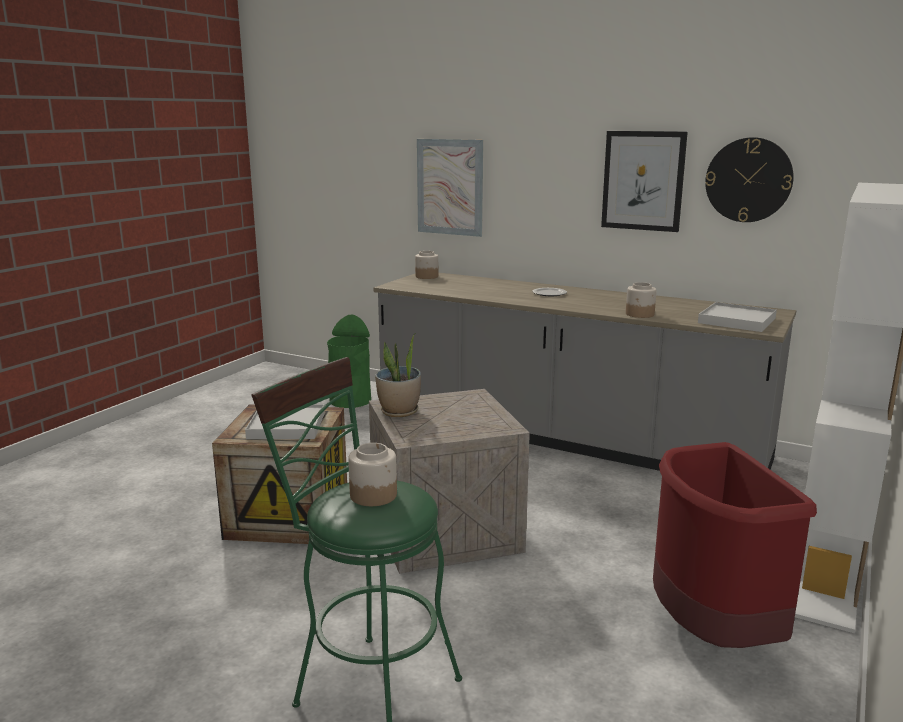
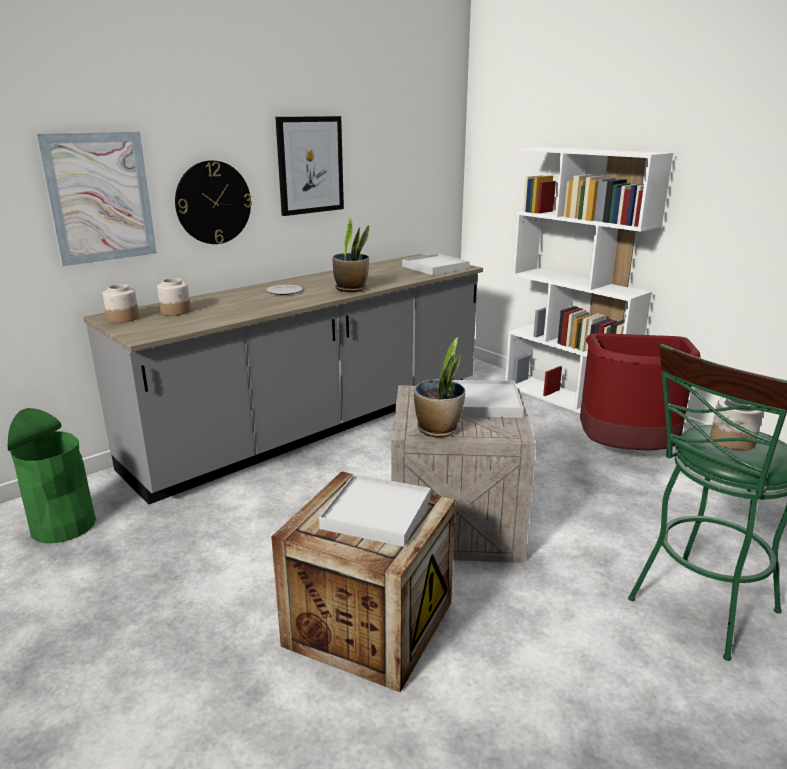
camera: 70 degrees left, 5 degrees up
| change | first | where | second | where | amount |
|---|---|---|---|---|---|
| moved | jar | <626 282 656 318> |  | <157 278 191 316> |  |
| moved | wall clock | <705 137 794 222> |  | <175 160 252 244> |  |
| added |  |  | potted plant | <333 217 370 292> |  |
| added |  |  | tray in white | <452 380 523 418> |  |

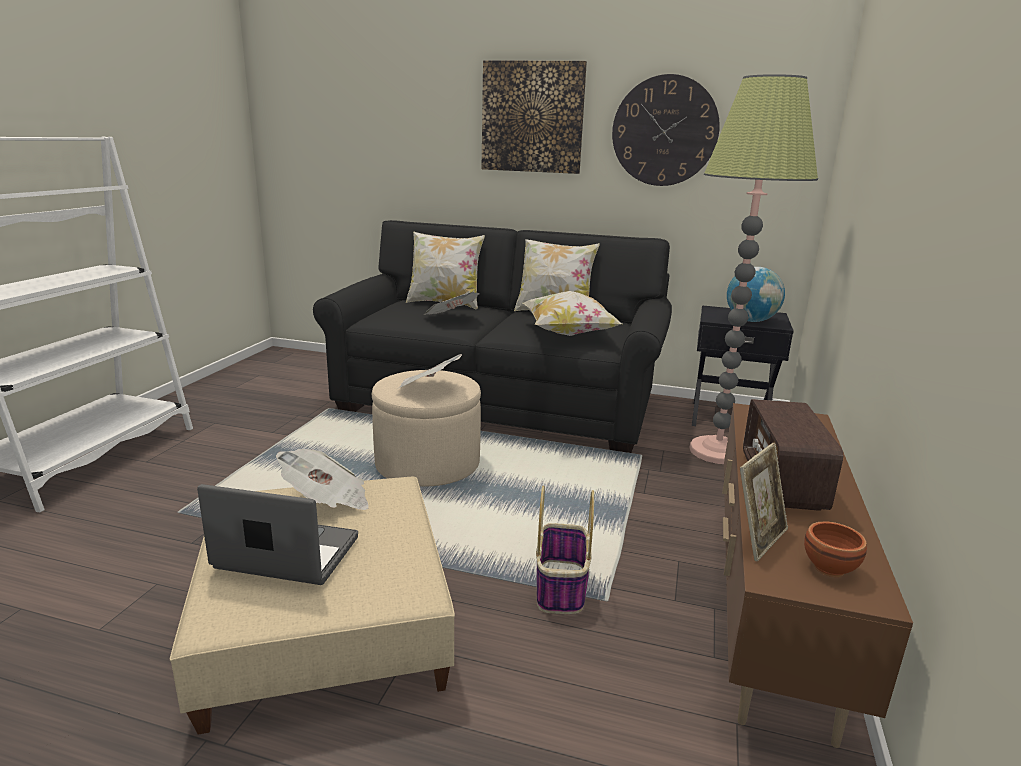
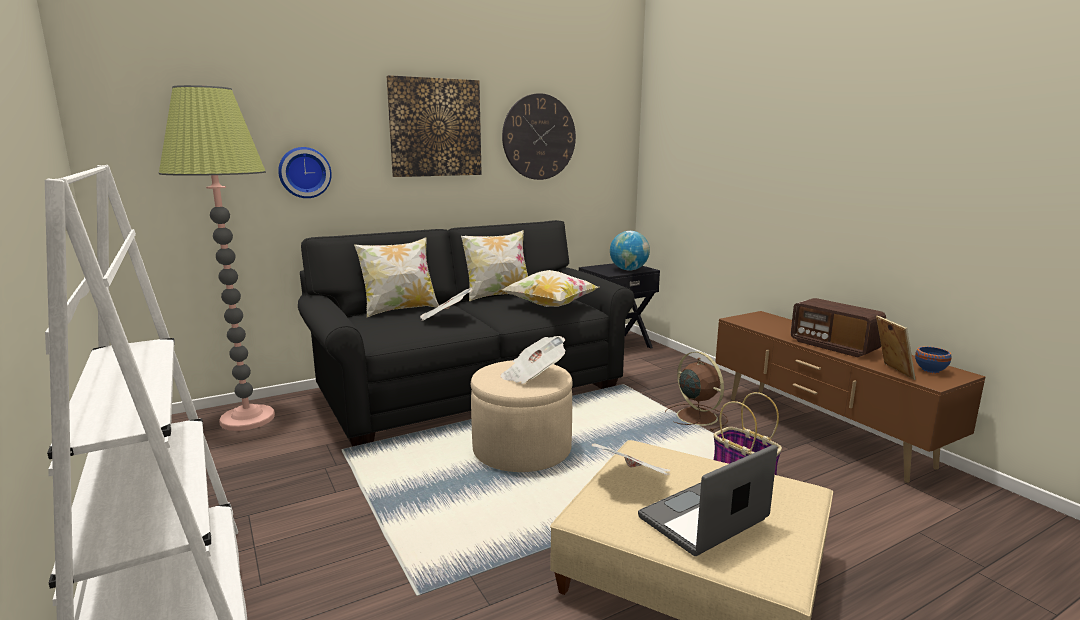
camera: 45 degrees left, 5 degrees down
| change | first | where | second | where | amount |
|---|---|---|---|---|---|
| moved | floor lamp | <690 74 818 464> |  | <159 85 275 431> |  |
| added |  |  | wall clock | <278 147 332 198> |  |
| added |  |  | fan in brown | <665 351 728 431> |  |
| recoloured | bowl in brown | <804 521 867 577> | bowl in blue | <915 346 952 374> |  |

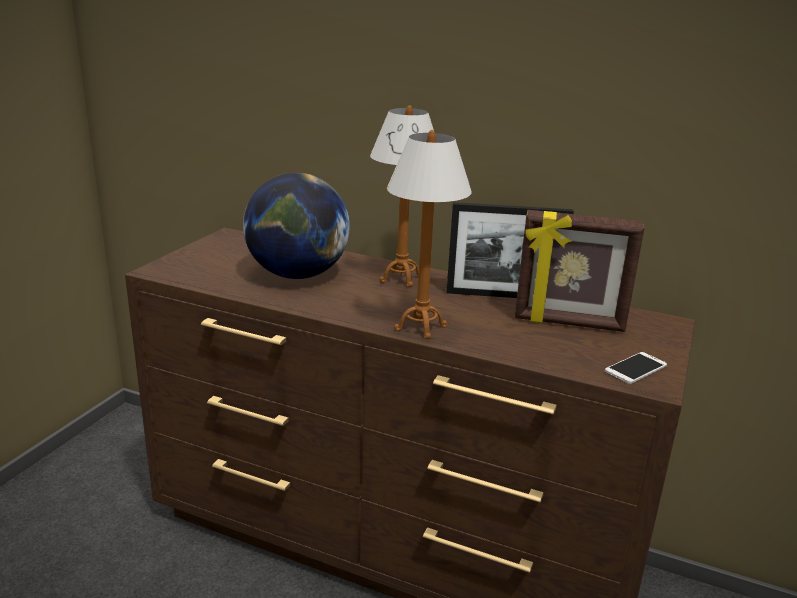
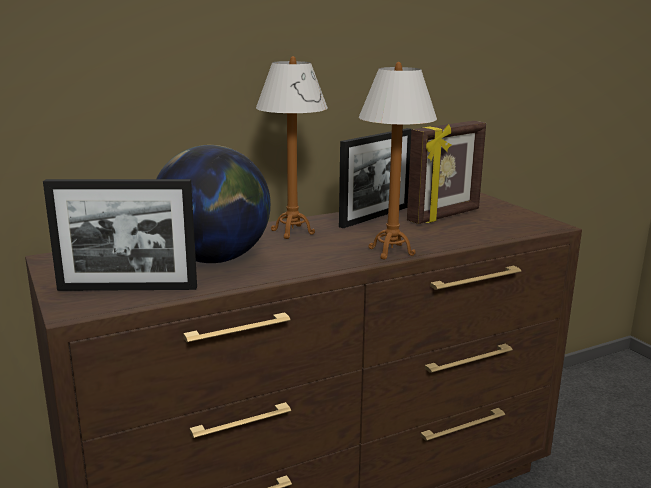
camera: 50 degrees left, 5 degrees down
| change | first | where | second | where | amount |
|---|---|---|---|---|---|
| added |  |  | picture frame | <43 179 197 291> |  |
| removed | phone | <605 352 667 384> |  |  |  |

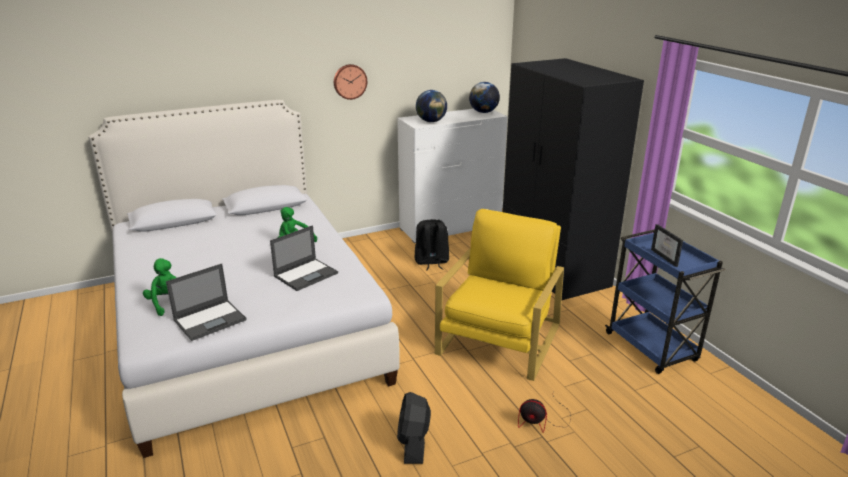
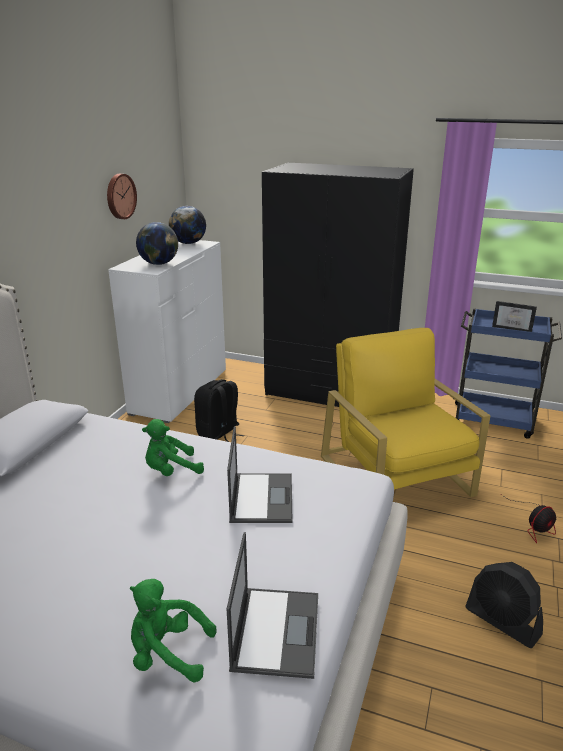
camera: 45 degrees left, 0 degrees up
| change | first | where | second | where | amount |
|---|---|---|---|---|---|
| moved | wall clock | <334 64 367 100> |  | <107 174 137 219> |  |

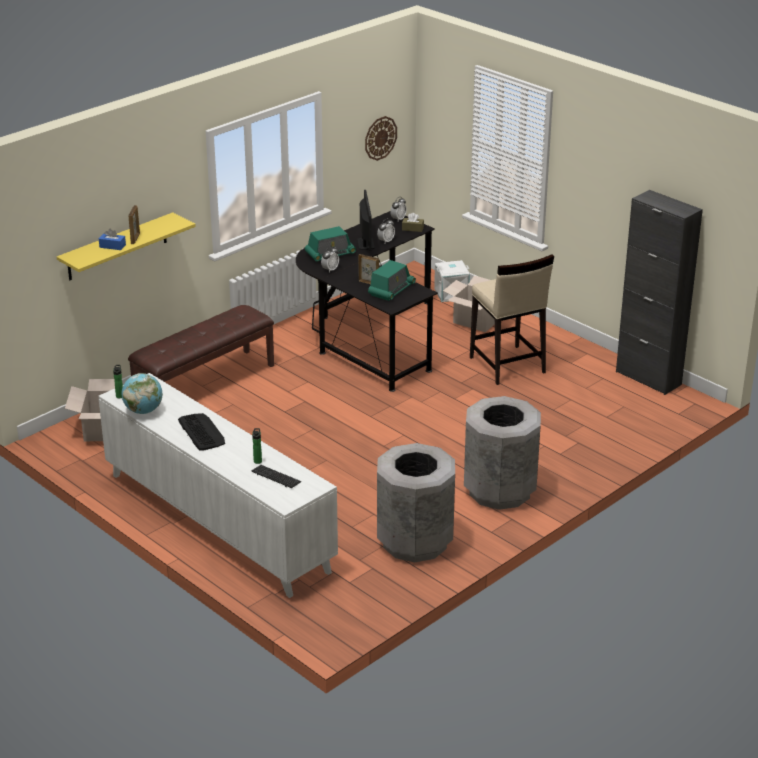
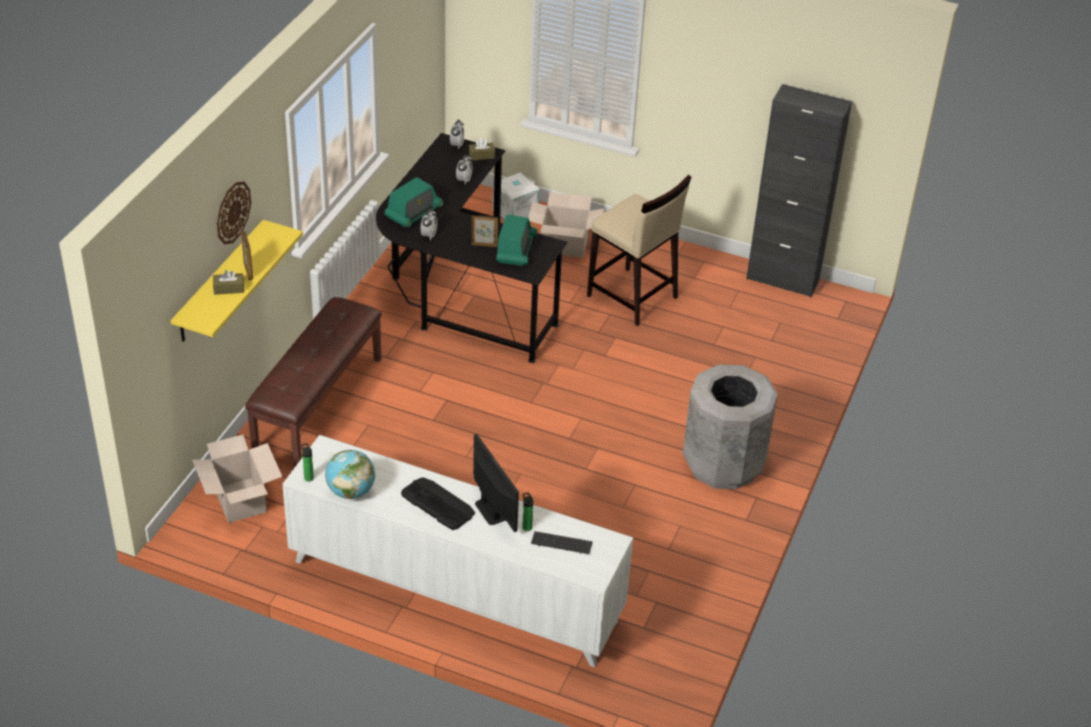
camera: 25 degrees left, 10 degrees up
| change | first | where | second | where | amount |
|---|---|---|---|---|---|
| recoloured | tissue box in blue | <99 229 126 250> | tissue box in brown | <213 270 244 295> |  |
| moved | wall clock | <365 116 397 161> |  | <217 181 251 244> |  |
| moved | monitor | <357 190 375 251> |  | <473 434 519 532> |  |
| removed | trash can in grey | <377 443 455 562> |  |  |  |

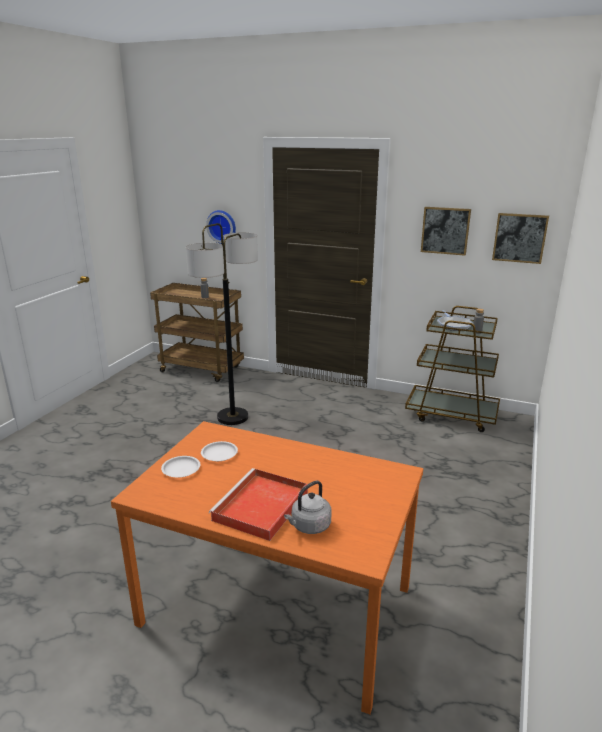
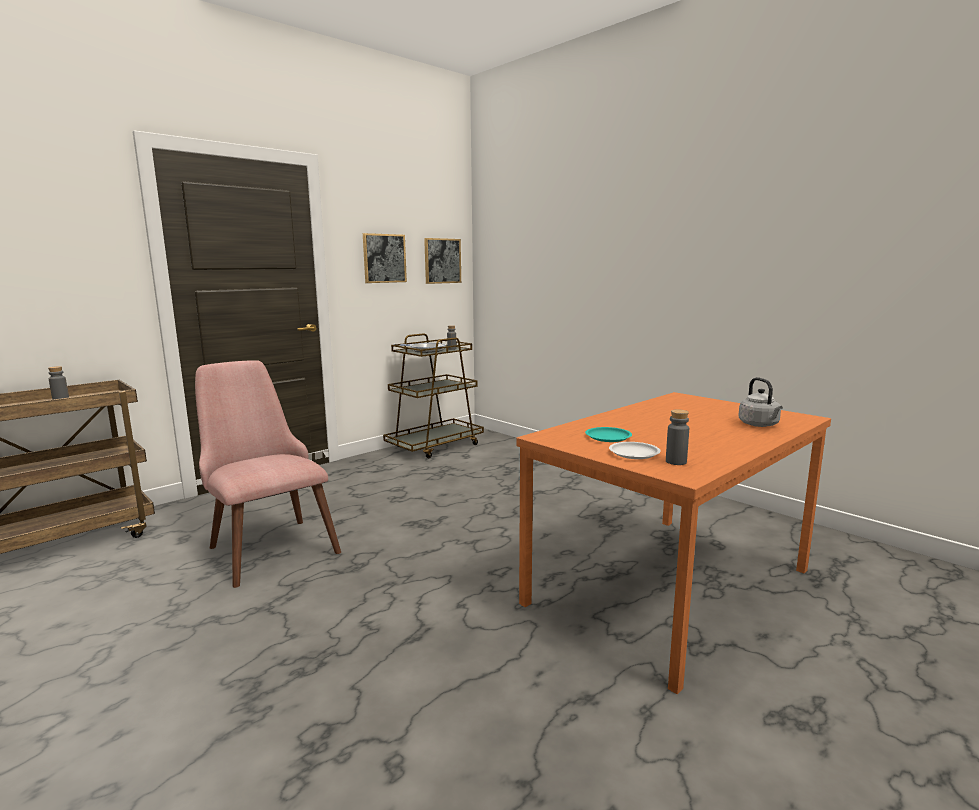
camera: 65 degrees left, 10 degrees down
| change | first | where | second | where | amount |
|---|---|---|---|---|---|
| replaced | floor lamp | <186 223 258 425> | chair in pink | <195 360 341 588> |  |
| recoloured | plate in white | <201 441 238 461> | plate in turquoise | <585 427 632 442> |  |
| added |  |  | bottle in grey | <666 409 689 465> |  |
| removed | wall clock | <206 210 236 244> |  |  |  |
| removed | tray in red | <209 468 308 541> |  |  |  |

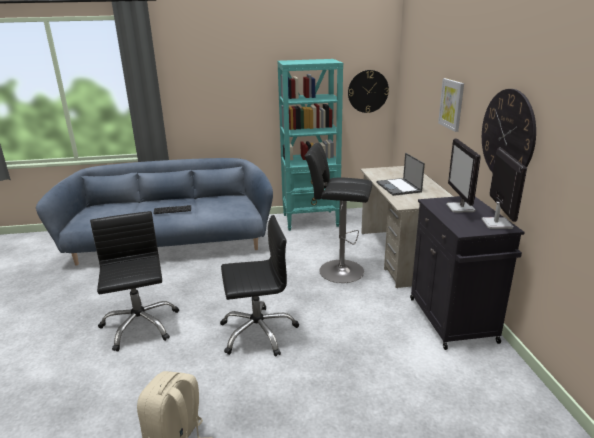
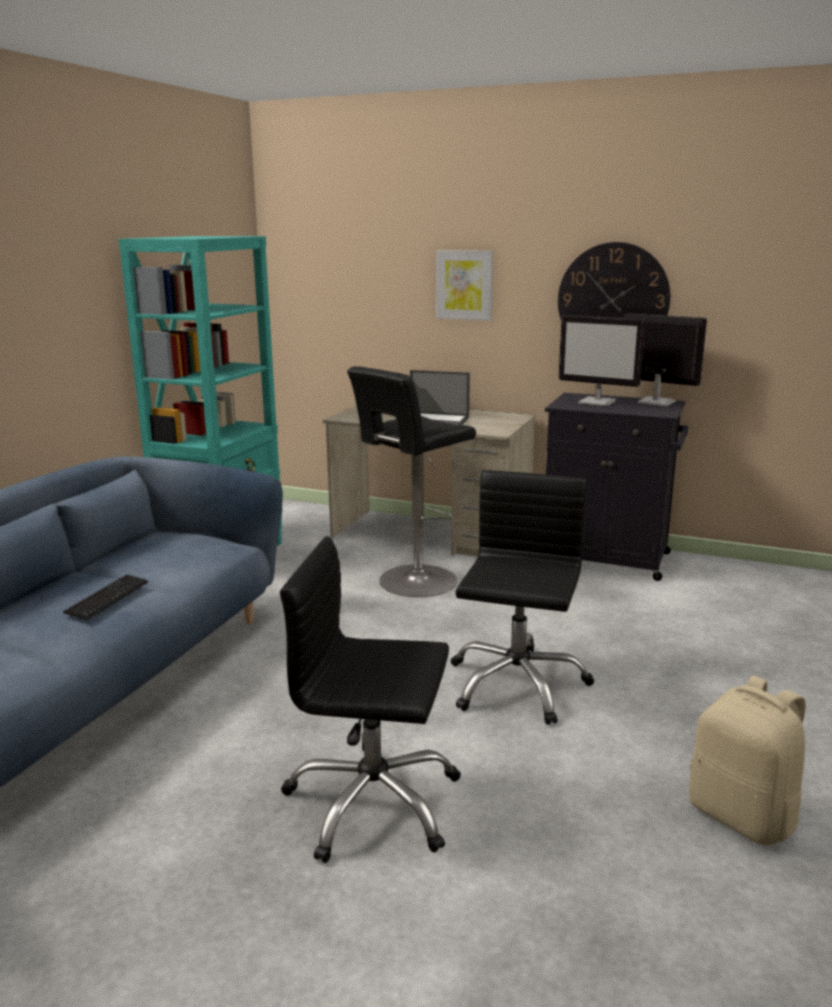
camera: 60 degrees left, 5 degrees down
| change | first | where | second | where | amount |
|---|---|---|---|---|---|
| removed | wall clock | <348 70 389 113> |  |  |  |

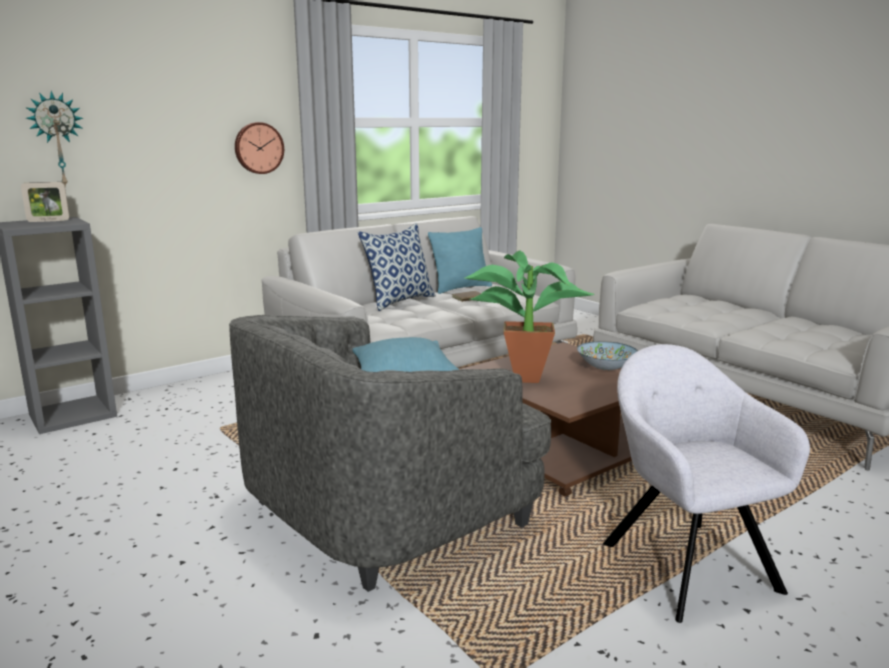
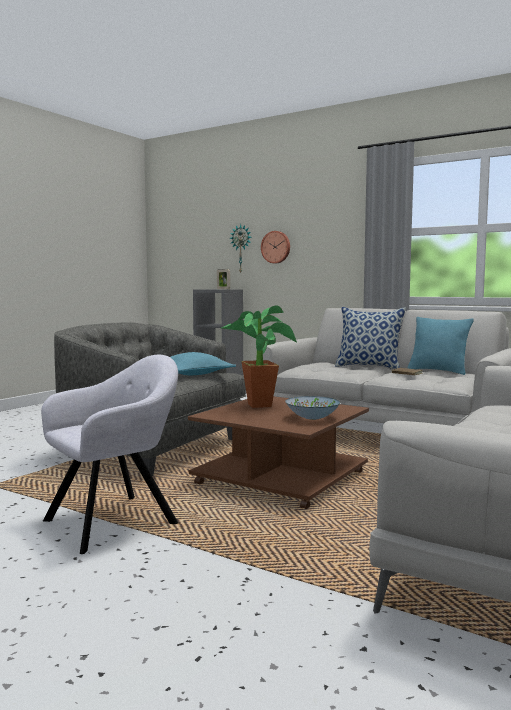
camera: 70 degrees right, 10 degrees down
| change | first | where | second | where | amount |
|---|---|---|---|---|---|
| moved | wall clock | <235 122 284 174> |  | <261 231 290 264> |  |

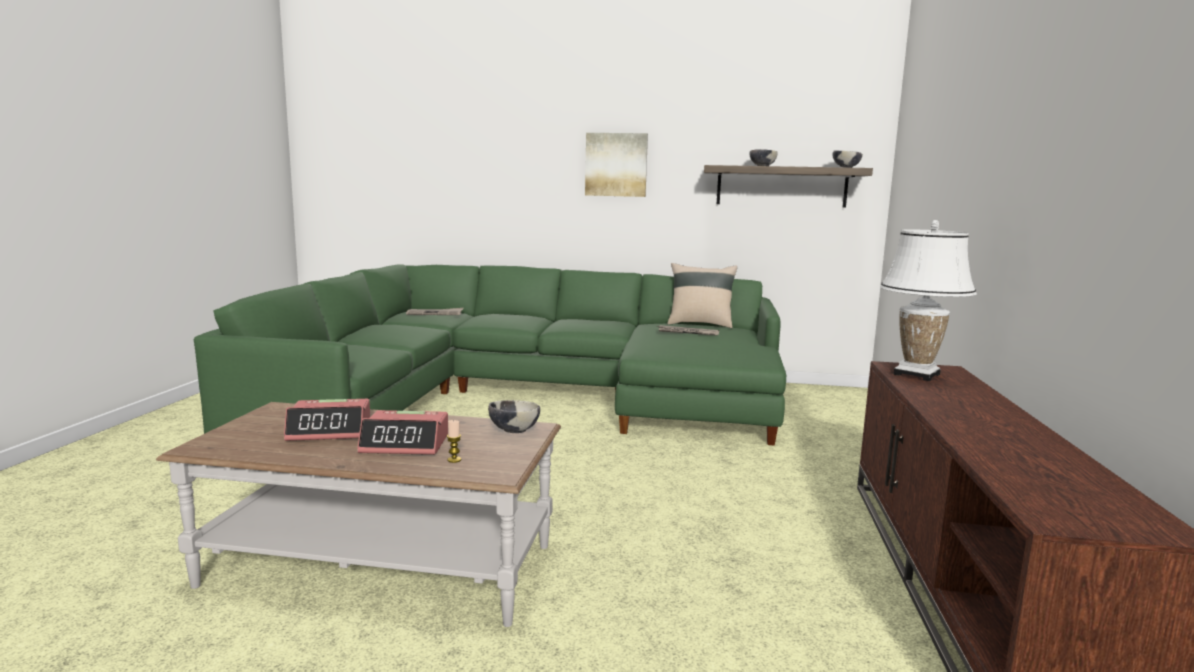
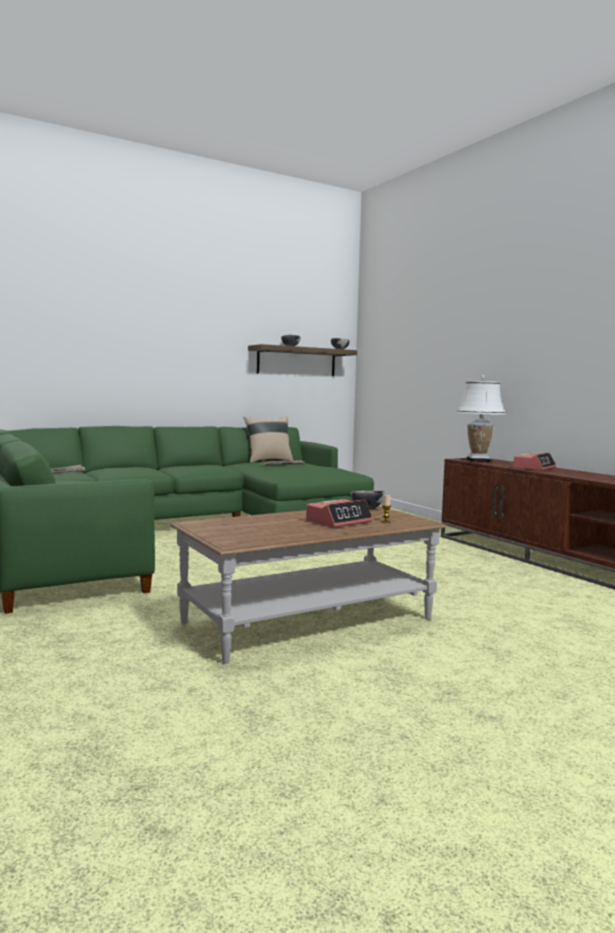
camera: 40 degrees left, 5 degrees down
| change | first | where | second | where | amount |
|---|---|---|---|---|---|
| moved | alarm clock | <284 399 370 441> |  | <513 452 556 470> |  |
| removed | picture | <585 133 648 197> |  |  |  |

